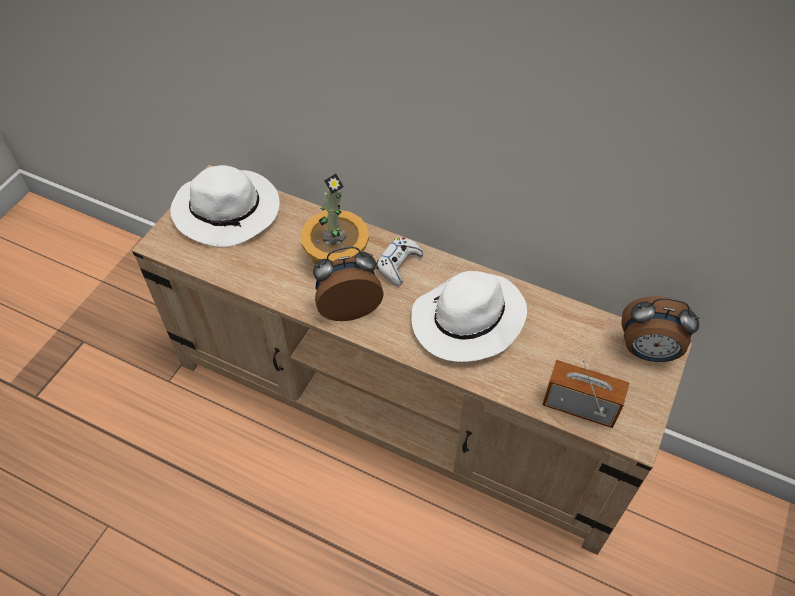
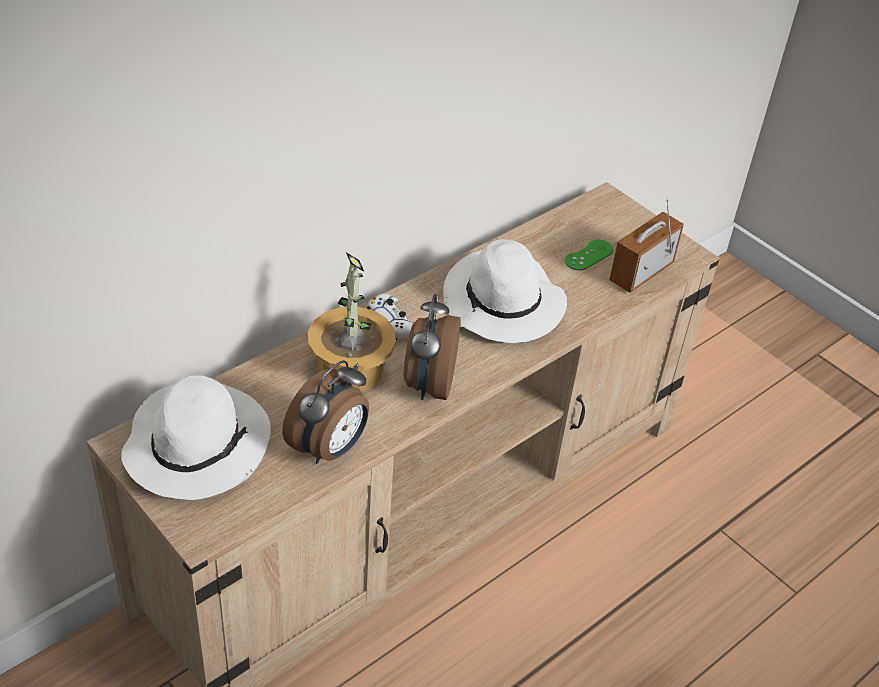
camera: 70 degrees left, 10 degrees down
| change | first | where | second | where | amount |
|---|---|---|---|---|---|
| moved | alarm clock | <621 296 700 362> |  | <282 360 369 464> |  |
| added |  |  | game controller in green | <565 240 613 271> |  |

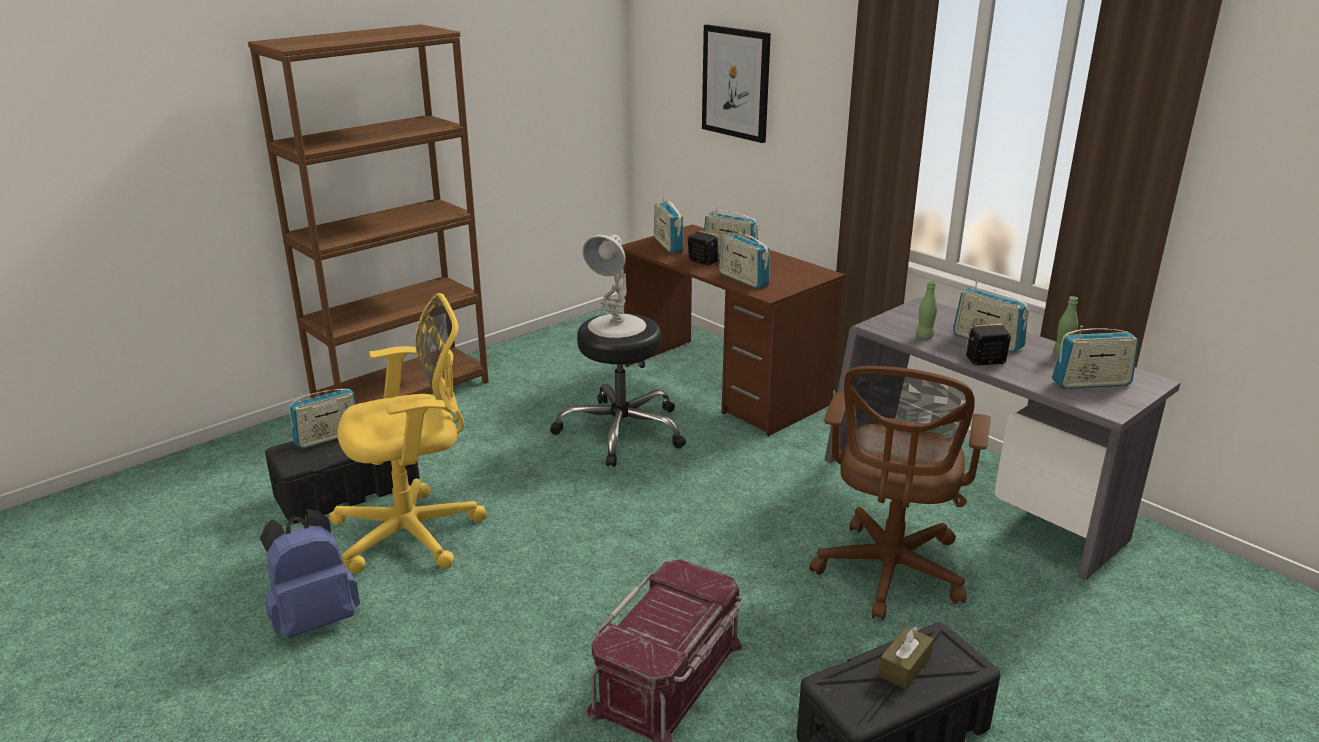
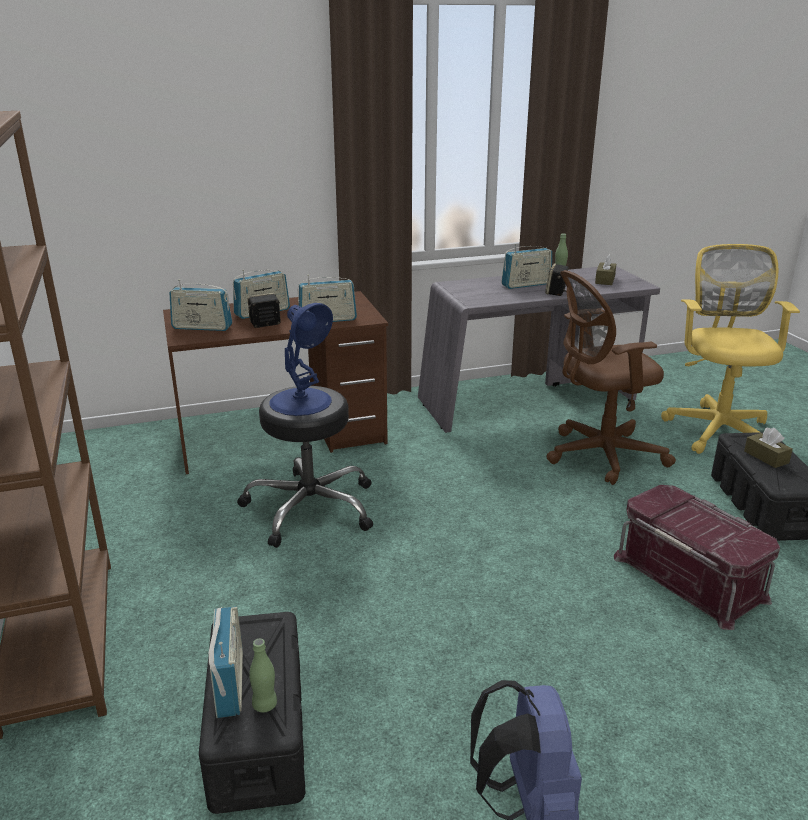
camera: 65 degrees left, 0 degrees up
| change | first | where | second | where | amount |
|---|---|---|---|---|---|
| moved | bottle in green | <916 281 937 339> |  | <249 639 277 713> |  |
| recoloured | table lamp in white | <583 234 646 338> | table lamp in blue | <269 303 333 416> |  |
| turned | office chair in brown | <809 366 991 620> |  | <547 270 676 485> | 120 degrees clockwise |
| replaced | radio | <1052 325 1139 389> | tissue box in brown | <595 254 616 285> |  |
| moved | office chair in yellow | <329 293 487 573> |  | <661 244 800 454> |  |
| removed | picture | <702 24 771 143> |  |  |  |

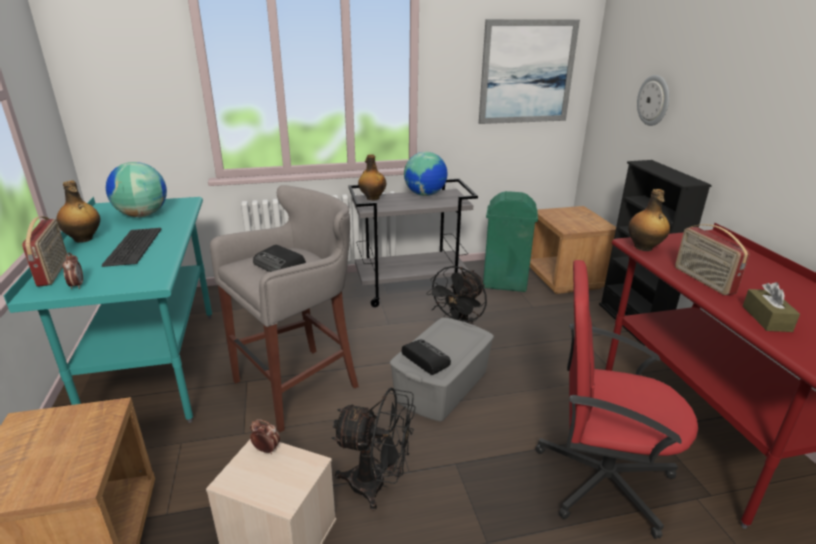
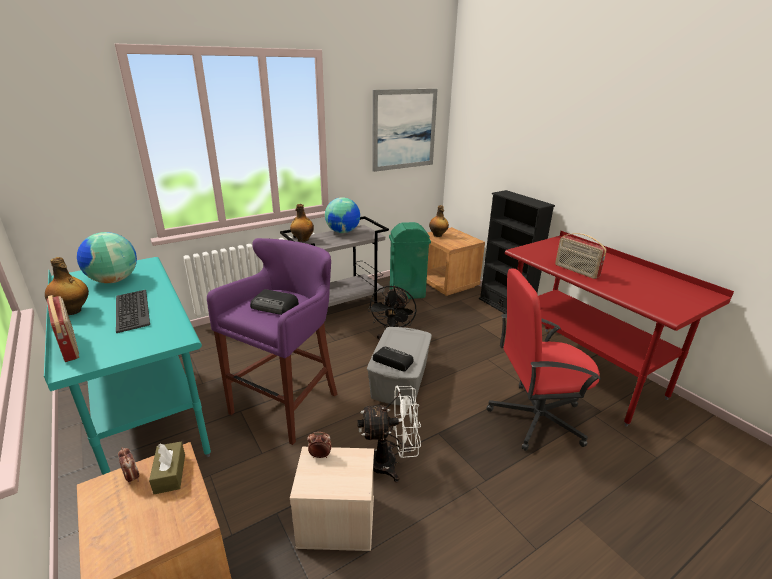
camera: 20 degrees left, 0 degrees up
| change | first | where | second | where | amount |
|---|---|---|---|---|---|
| moved | alarm clock | <62 253 83 289> |  | <118 447 139 484> |  |
| moved | tissue box in brown | <743 282 800 332> |  | <149 441 185 494> |  |
| recoloured | stool in grey | <210 185 359 433> | stool in purple | <207 238 338 445> |  |
| recoloured | fan in black | <332 388 415 511> | fan in white | <357 385 421 483> |  |
| moved | bottle | <628 189 670 251> |  | <429 205 449 237> |  |
| removed | wall clock | <637 75 669 126> |  |  |  |

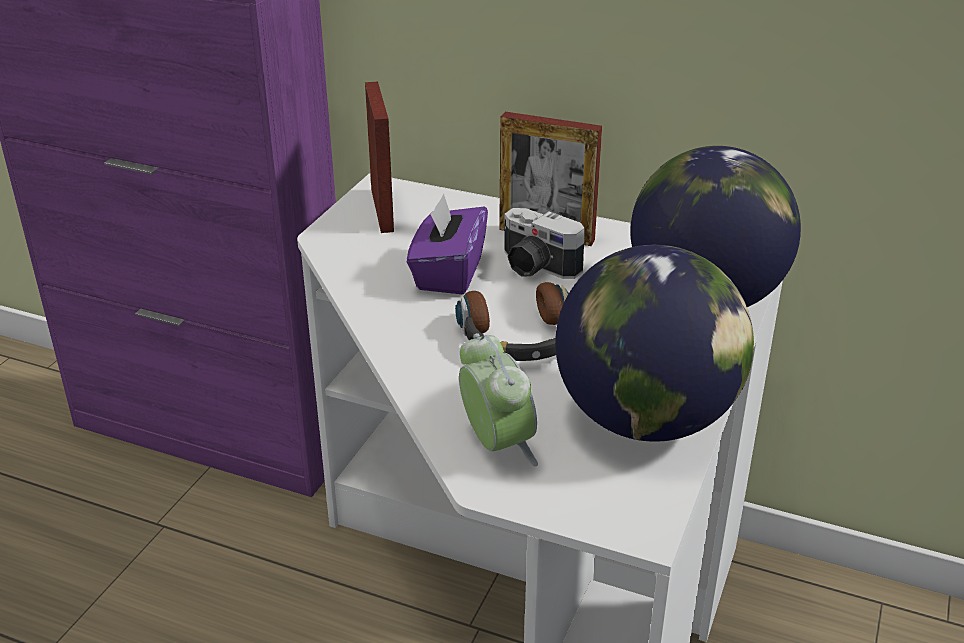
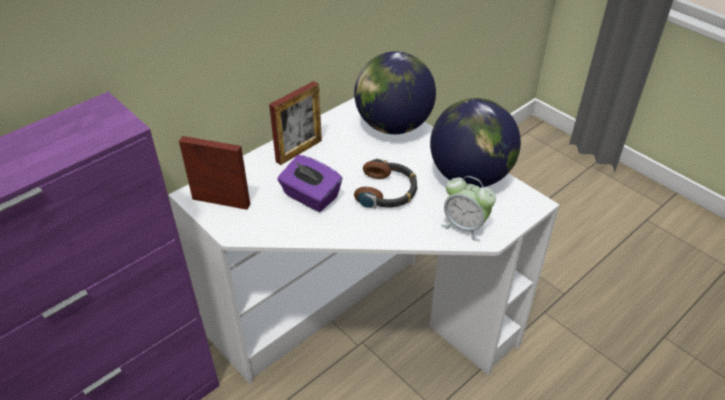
camera: 65 degrees left, 10 degrees up
| change | first | where | second | where | amount |
|---|---|---|---|---|---|
| turned | alarm clock | <459 333 538 466> |  | <441 176 496 242> | 150 degrees counterclockwise |
| removed | photo camera | <504 208 585 279> |  |  |  |

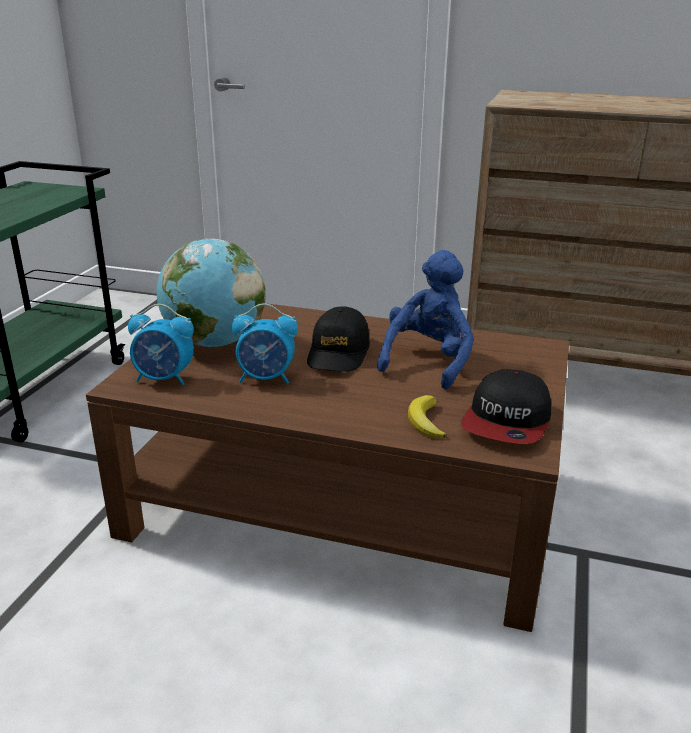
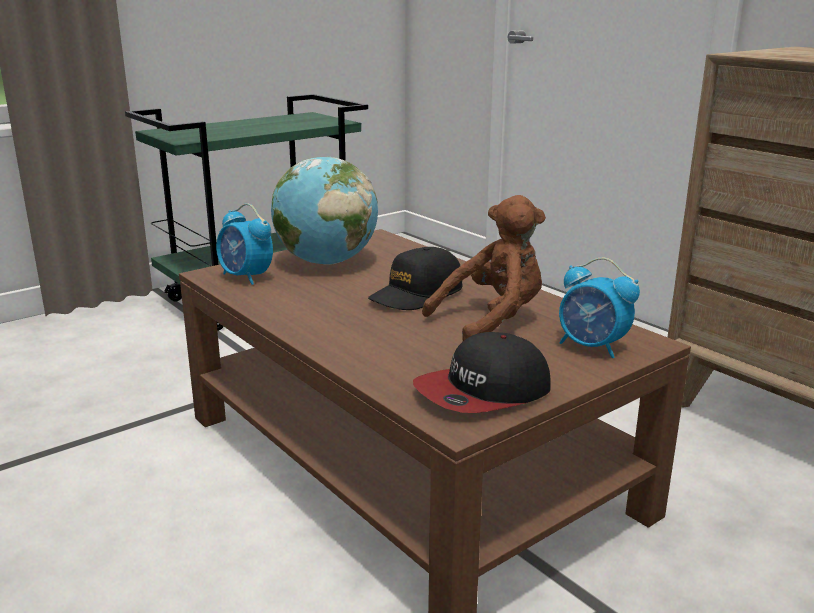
camera: 35 degrees right, 5 degrees down
| change | first | where | second | where | amount |
|---|---|---|---|---|---|
| recoloured | plush toy in blue | <377 250 474 389> | plush toy in brown | <422 195 546 341> |  |
| moved | alarm clock | <232 303 298 384> |  | <559 257 640 358> |  |
| removed | banana | <408 395 447 438> |  |  |  |

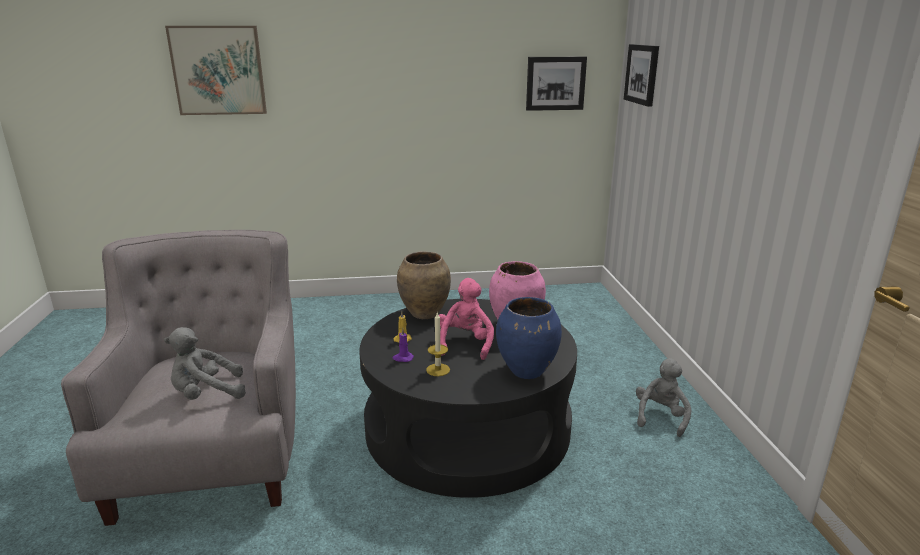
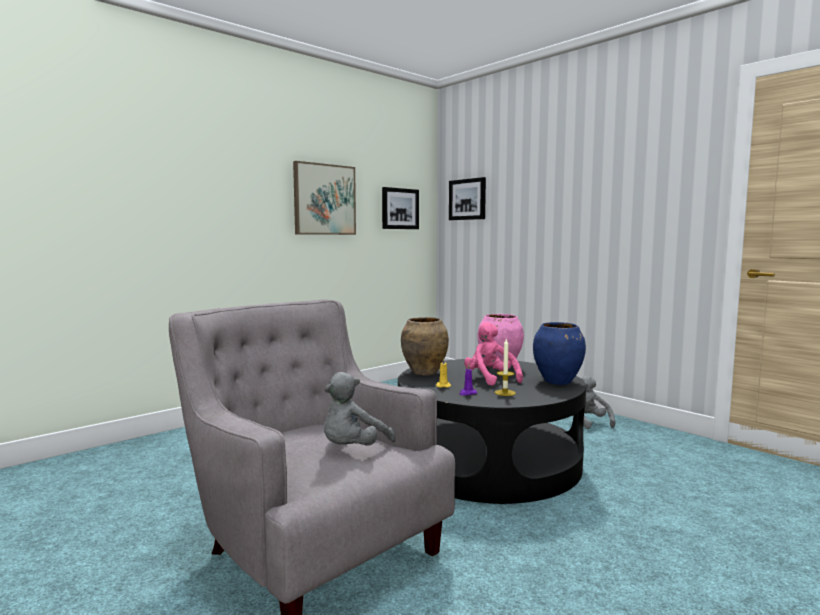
camera: 35 degrees left, 15 degrees down
| change | first | where | second | where | amount |
|---|---|---|---|---|---|
| moved | picture | <165 26 267 115> |  | <293 161 356 235> |  |

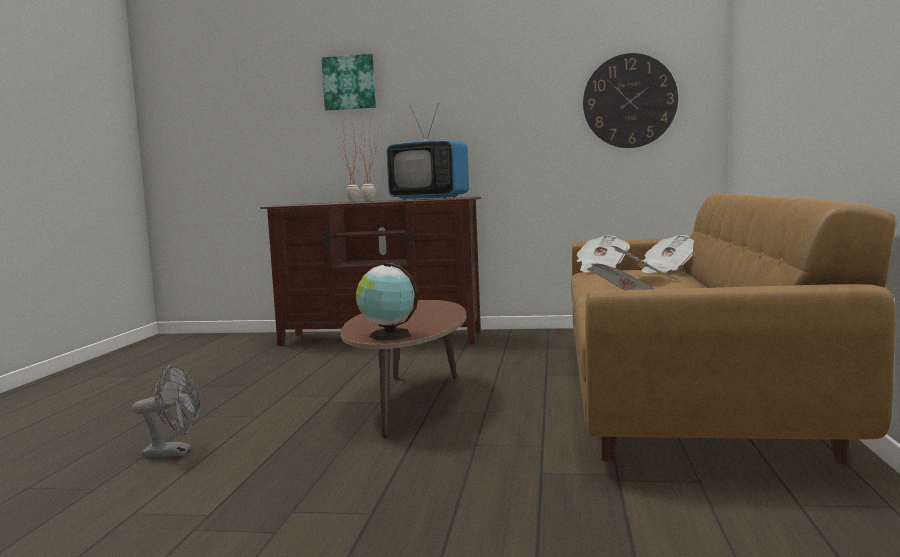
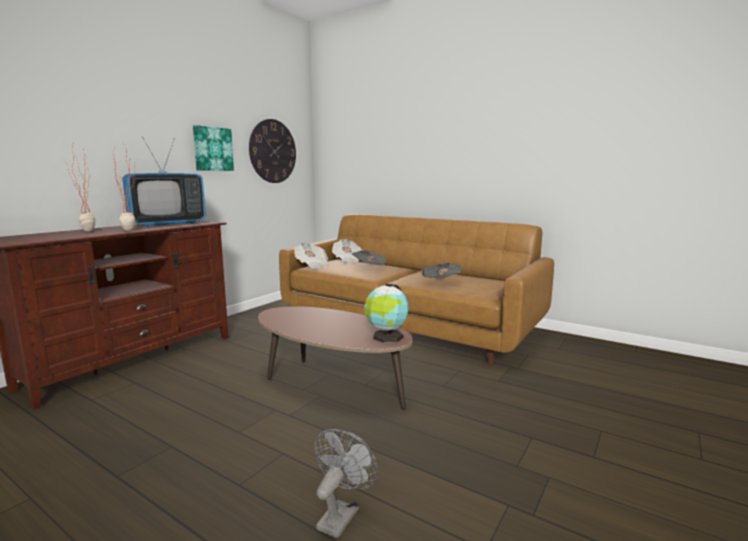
camera: 65 degrees left, 5 degrees up
| change | first | where | second | where | amount |
|---|---|---|---|---|---|
| moved | picture | <322 54 376 111> |  | <193 125 234 171> |  |

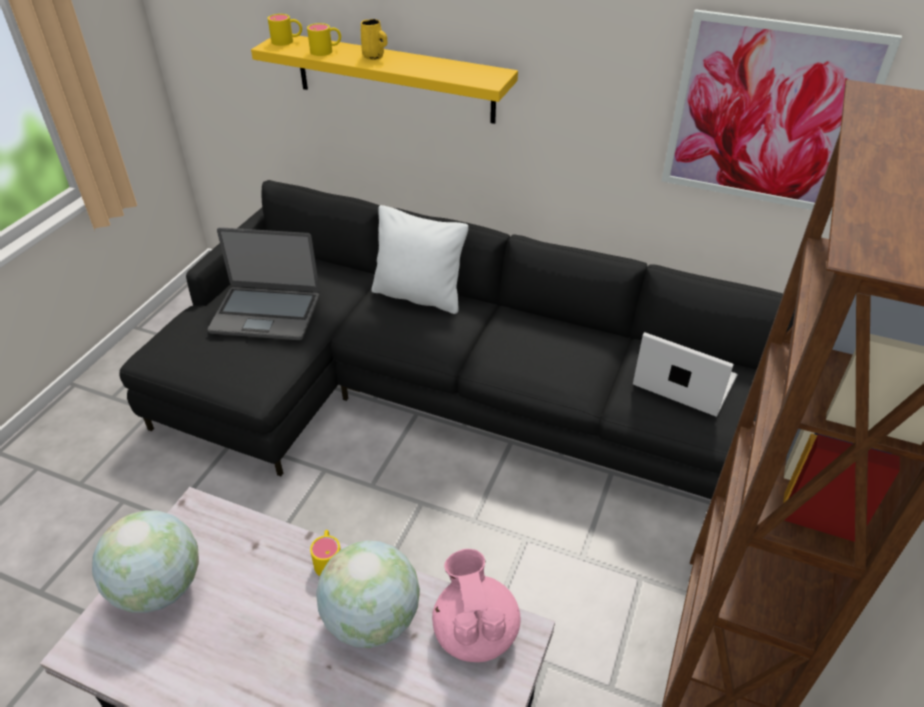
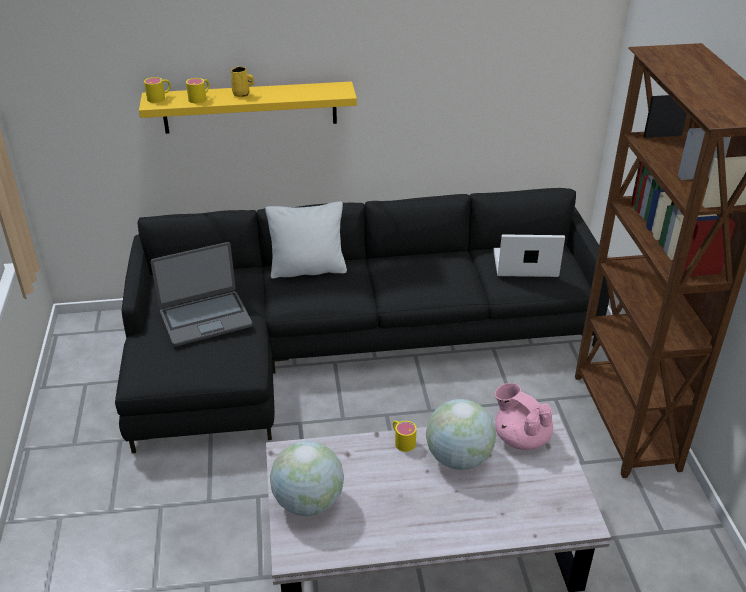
camera: 30 degrees left, 5 degrees down
| change | first | where | second | where | amount |
|---|---|---|---|---|---|
| removed | picture | <661 9 902 214> |  |  |  |

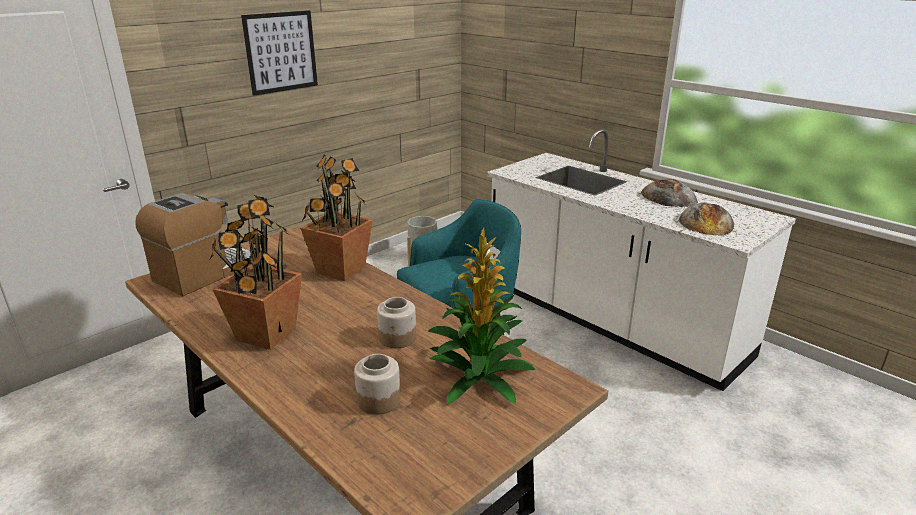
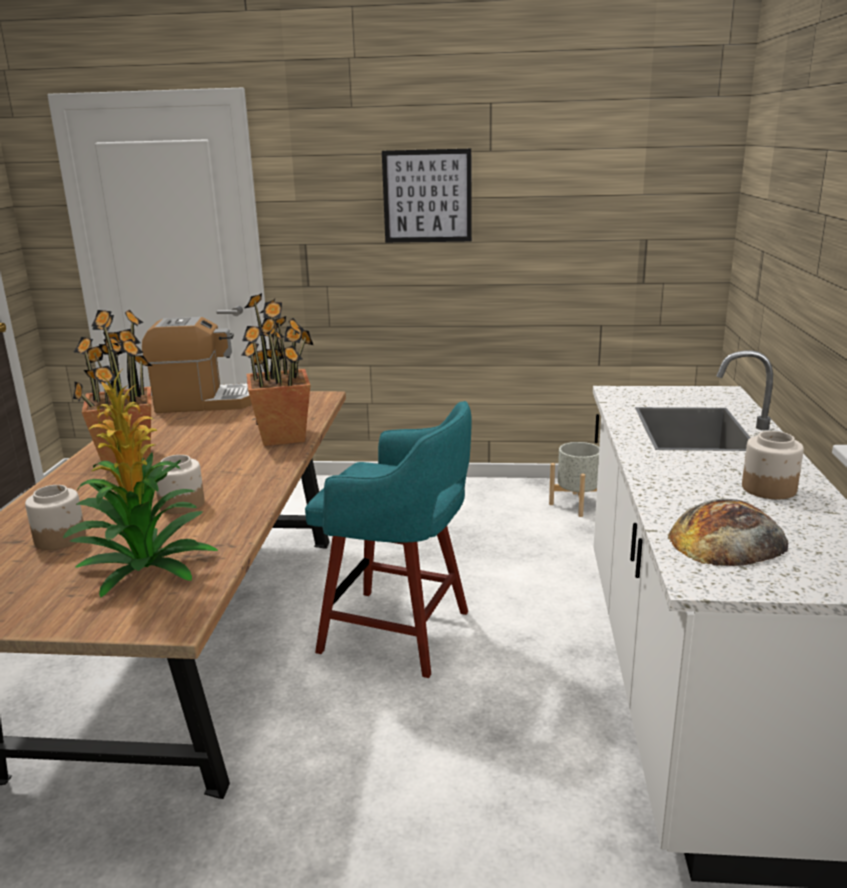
camera: 50 degrees right, 5 degrees down
| change | first | where | second | where | amount |
|---|---|---|---|---|---|
| replaced | bread | <641 179 698 207> | jar | <742 431 804 499> |  |

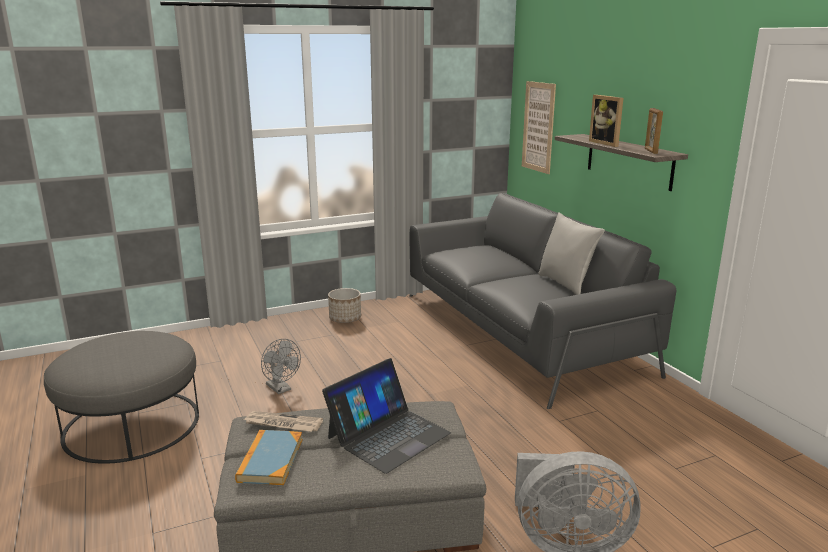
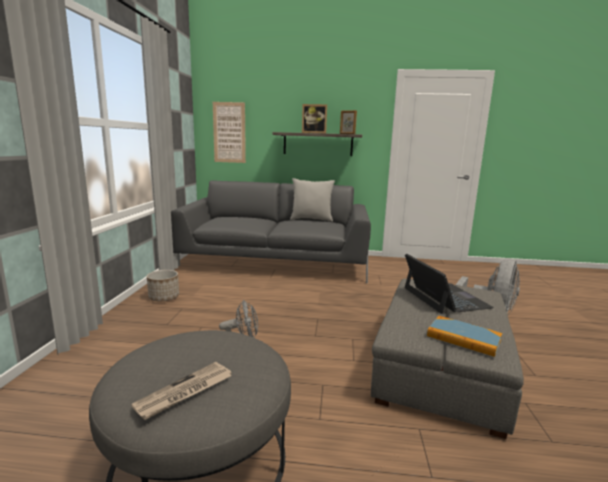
camera: 60 degrees left, 5 degrees down
| change | first | where | second | where | amount |
|---|---|---|---|---|---|
| moved | newspaper | <243 411 323 432> |  | <131 362 232 420> |  |

